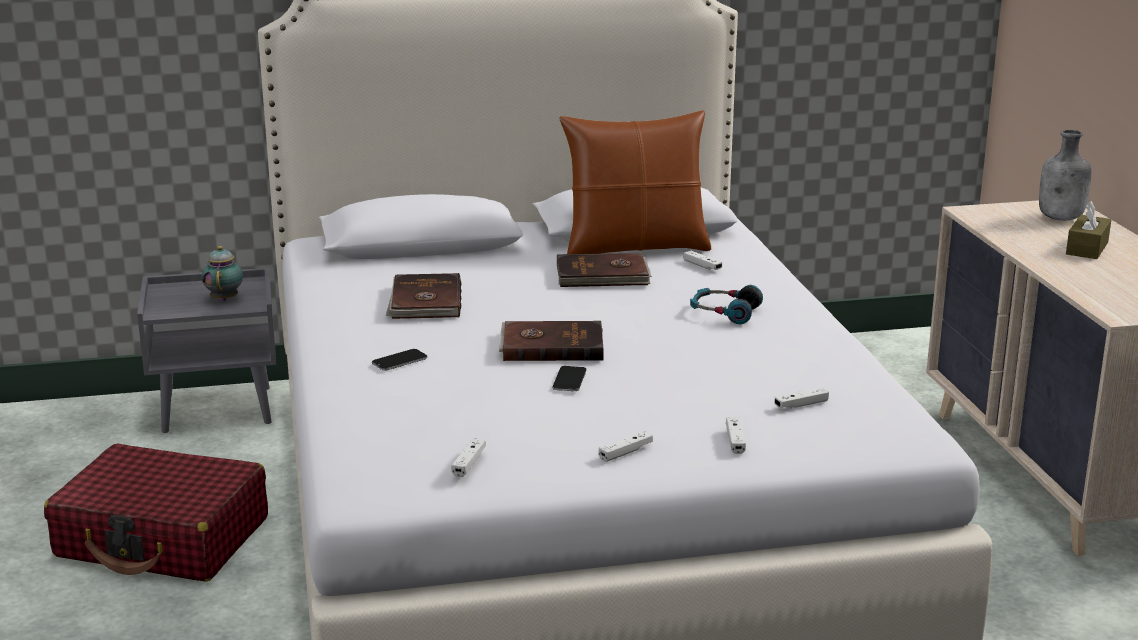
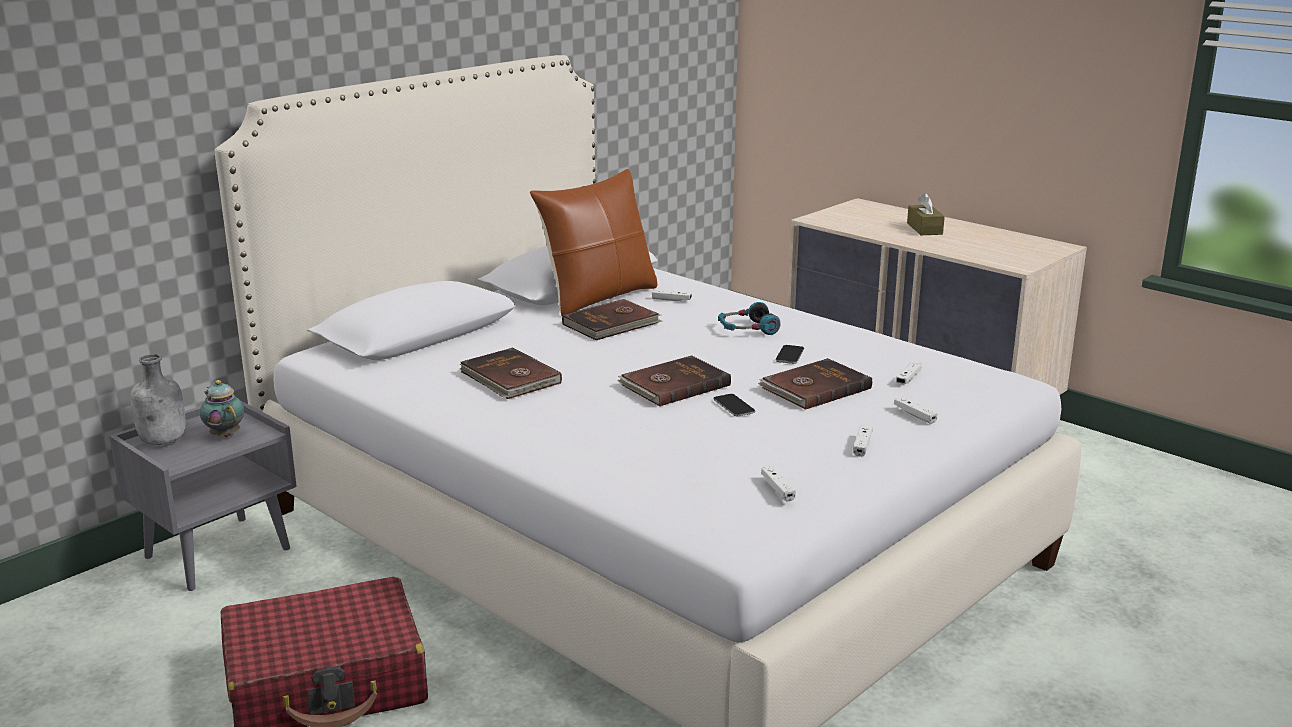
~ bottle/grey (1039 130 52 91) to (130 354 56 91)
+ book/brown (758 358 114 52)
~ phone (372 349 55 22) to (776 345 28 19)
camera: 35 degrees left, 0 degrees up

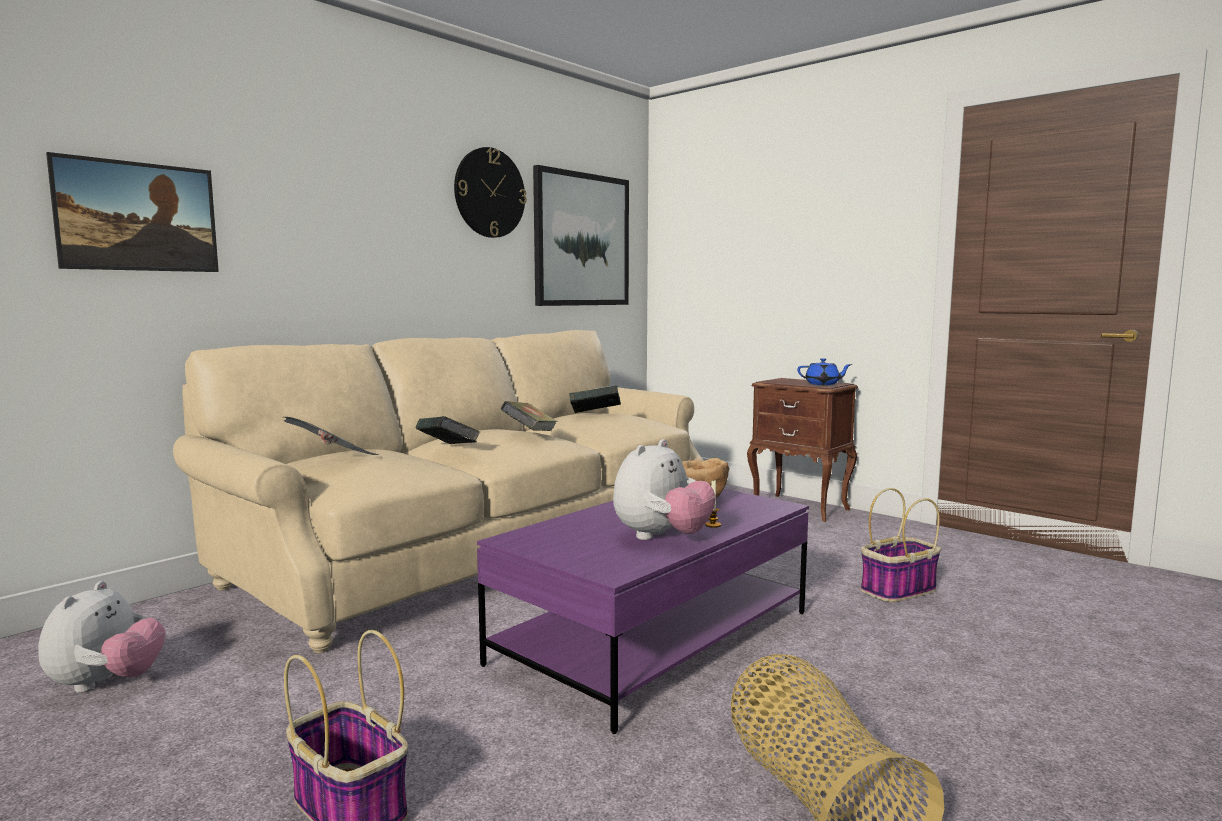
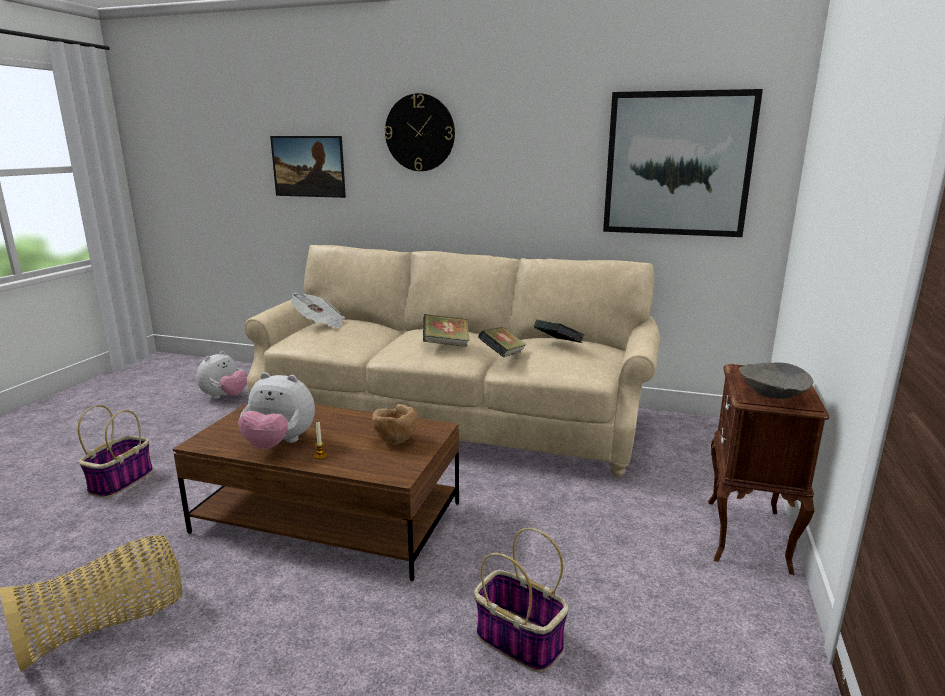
~ coffee table/purple (477 489 332 245) to coffee table/brown (173 402 286 179)
~ plush toy (38 581 127 112) = (197 351 51 48) 45 degrees counterclockwise
~ wall clock (454 147 73 91) to (384 93 71 78)
~ book (415 416 65 28) to (478 327 48 30)
~ teapot/blue (797 358 55 27) to bowl/grey (739 362 74 37)
camera: 65 degrees right, 10 degrees up

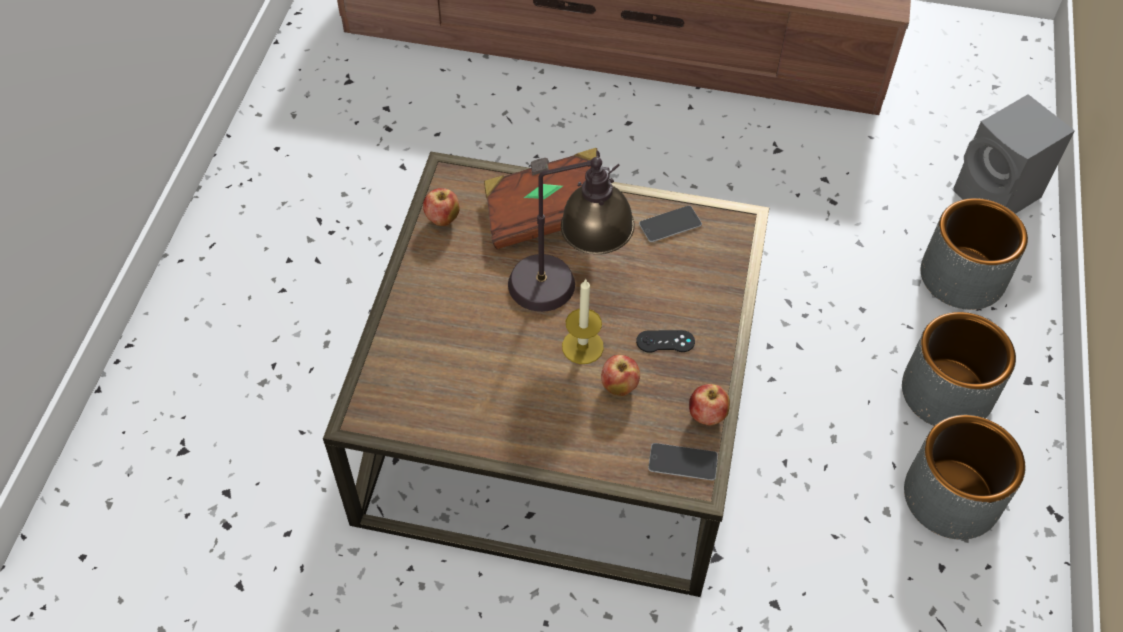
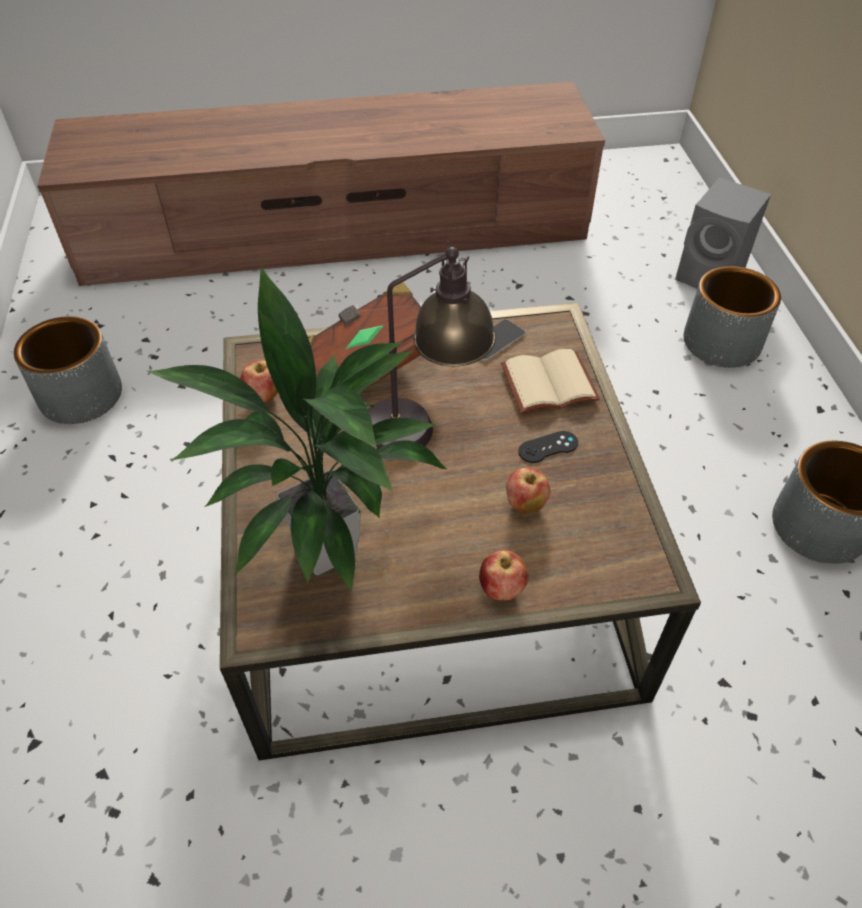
~ planter/grey (902 312 114 114) to (13 316 109 108)
+ potted plant (147 266 301 326)
~ apple (689 384 41 42) to (479 551 49 50)
+ book/beige (501 349 99 64)
- candle (562 278 42 86)
- phone (648 443 70 38)
camera: 20 degrees left, 5 degrees down

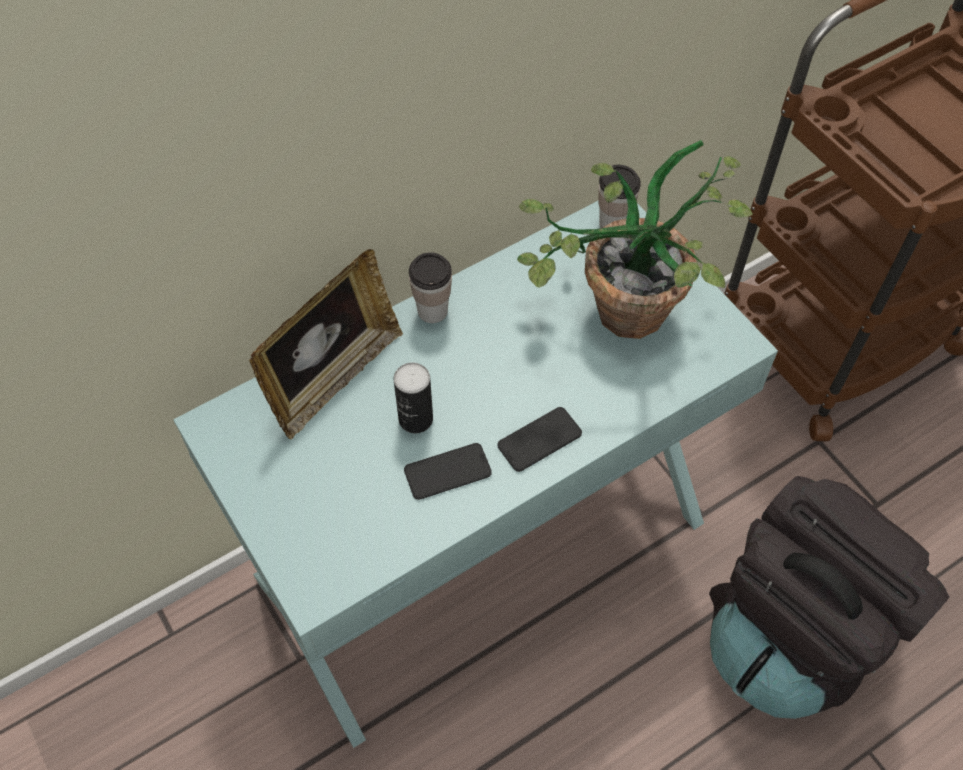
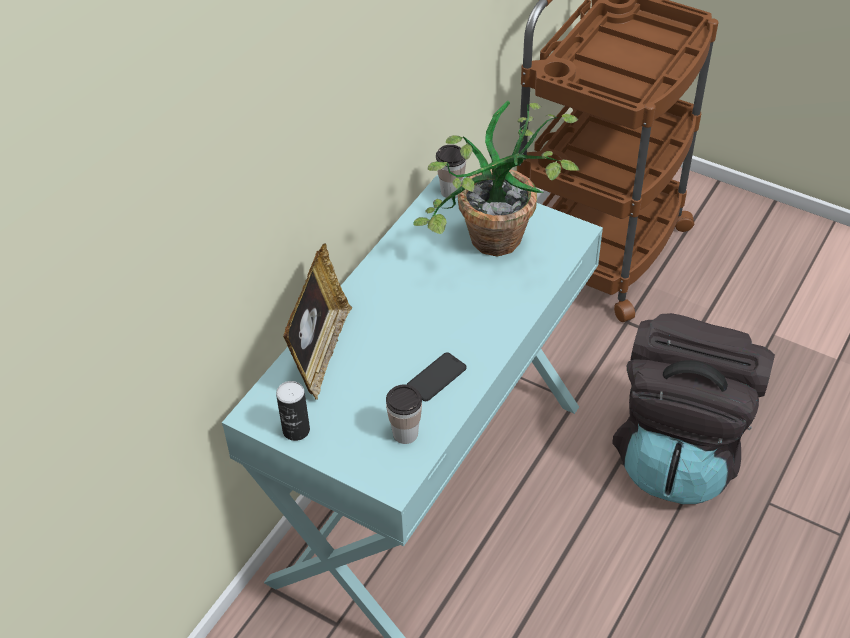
~ can (394 362 39 71) to (276 381 34 60)
~ cup (409 252 43 71) to (386 385 36 59)
- phone (498 407 84 65)
camera: 25 degrees left, 10 degrees down

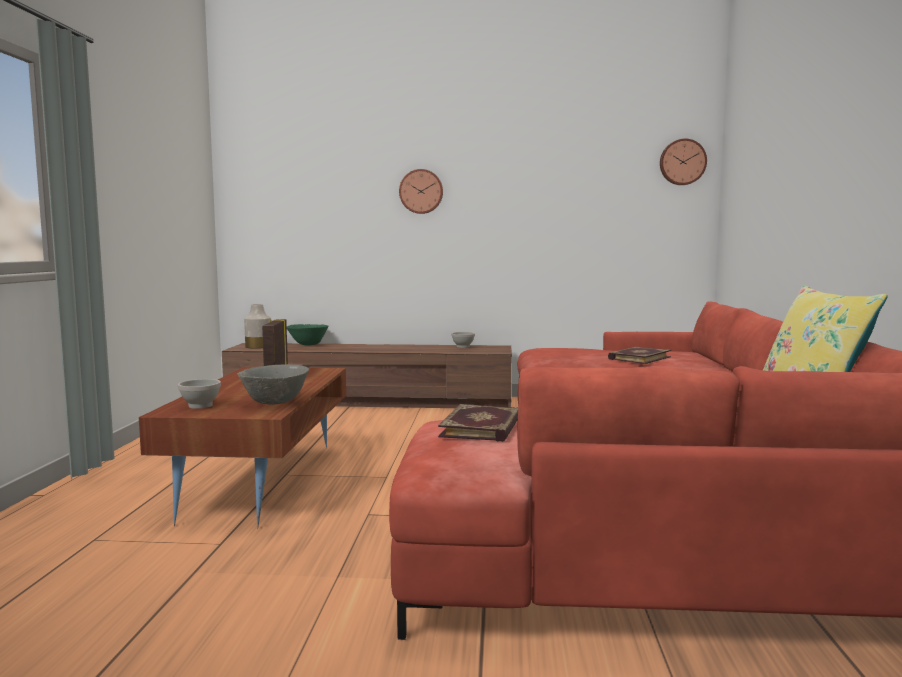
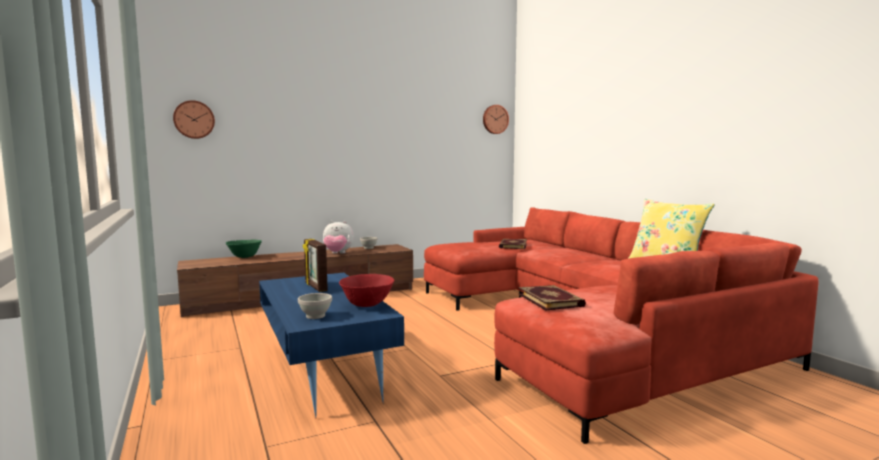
~ wall clock (399 169 44 45) to (173 100 42 39)
~ coffee table/brown (139 367 207 162) to coffee table/blue (259 273 145 145)
+ plush toy (323 221 31 32)
~ bowl/grey (238 365 71 40) to bowl/red (339 274 55 33)
- vase/beige (244 304 27 45)
camera: 30 degrees left, 0 degrees up

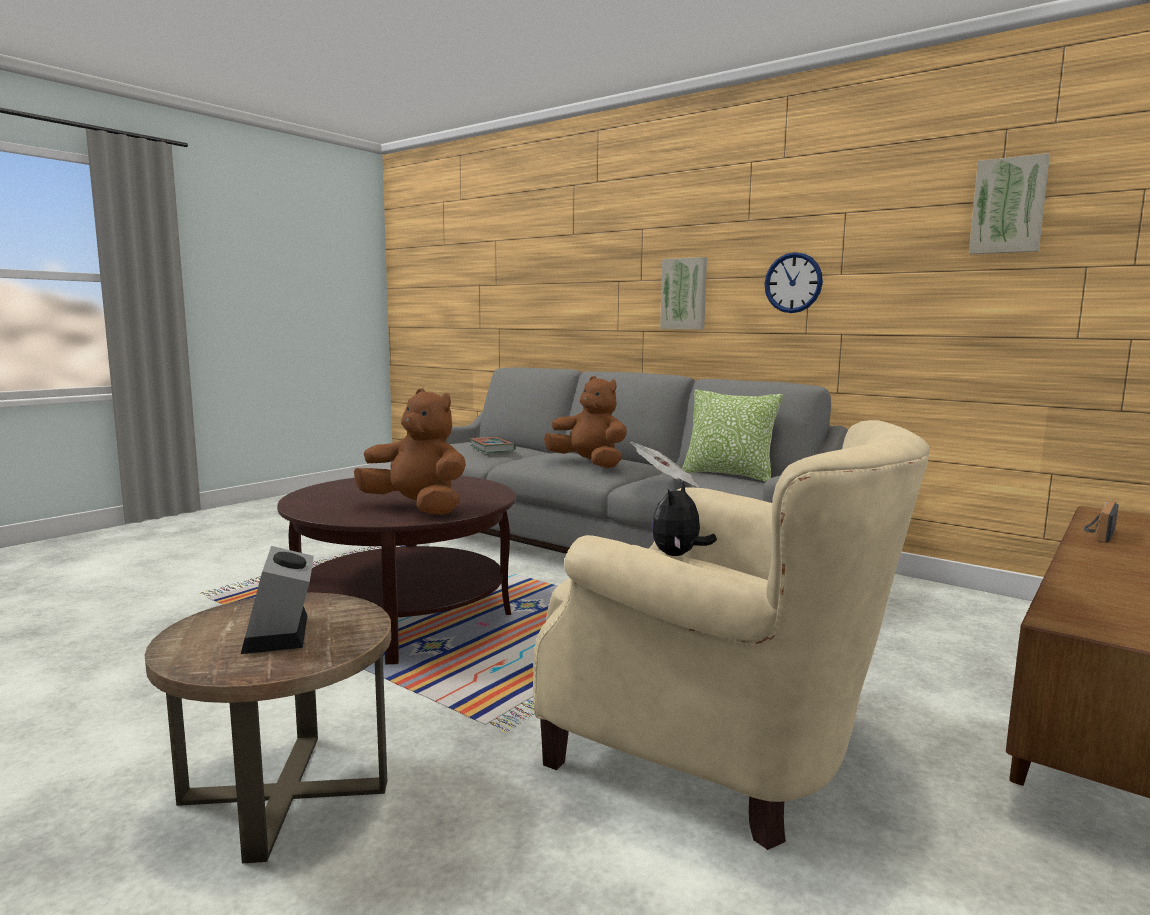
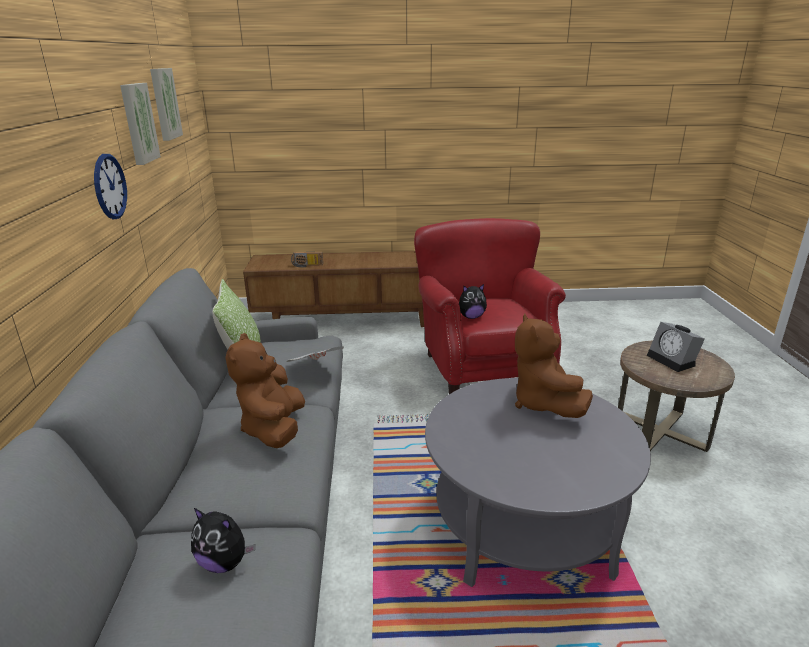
~ picture (660 257 47 73) to (120 83 41 82)
~ book (470 437 46 16) to plush toy (191 508 64 65)
~ armchair/beige (533 420 397 430) to armchair/red (414 218 152 176)
~ coffee table/brown (277 476 239 189) to coffee table/grey (425 378 226 209)
~ alarm clock (241 546 73 108) = (647 322 58 50) 120 degrees clockwise
camera: 130 degrees left, 15 degrees up

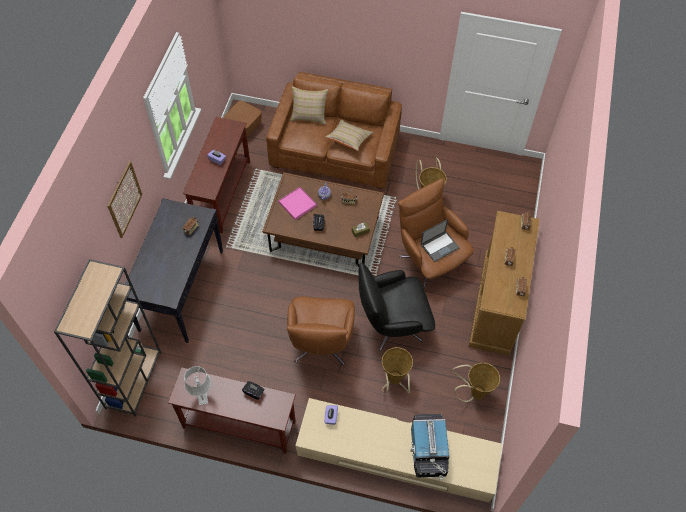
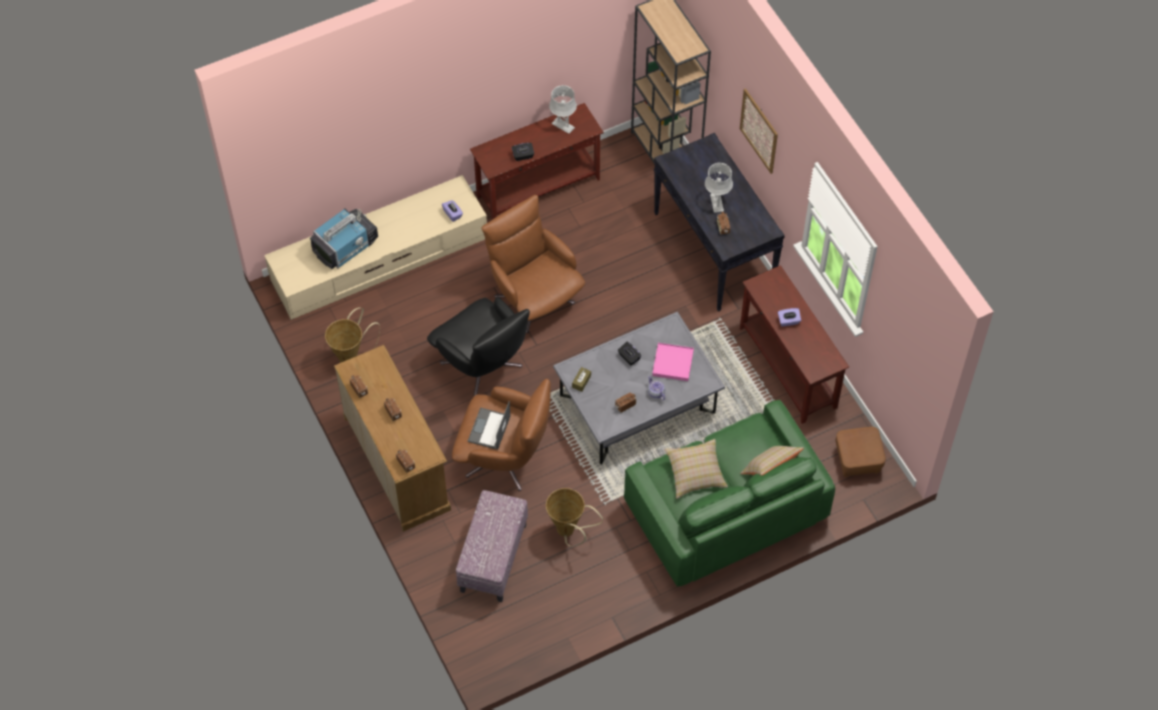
~ television (411 414 39 66) = (310 208 68 61) 90 degrees clockwise
~ armchair/black (359 263 76 88) = (427 297 103 100) 105 degrees clockwise
+ ottoman (456 490 72 112)
~ coffee table/brown (262 172 122 95) to coffee table/grey (553 312 172 152)
~ sofa/brown (266 72 136 117) to sofa/green (624 399 211 188)
+ table lamp/grey (705 163 28 50)
- basket (382 347 31 46)
camera: 140 degrees right, 0 degrees up

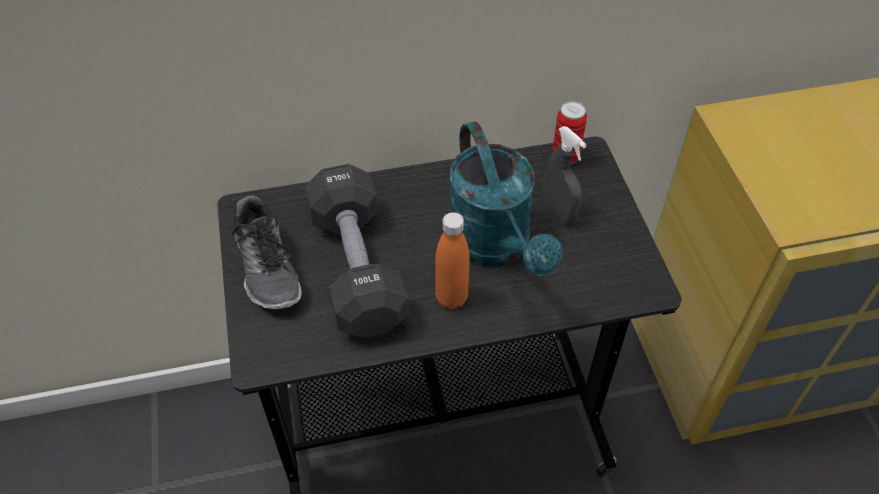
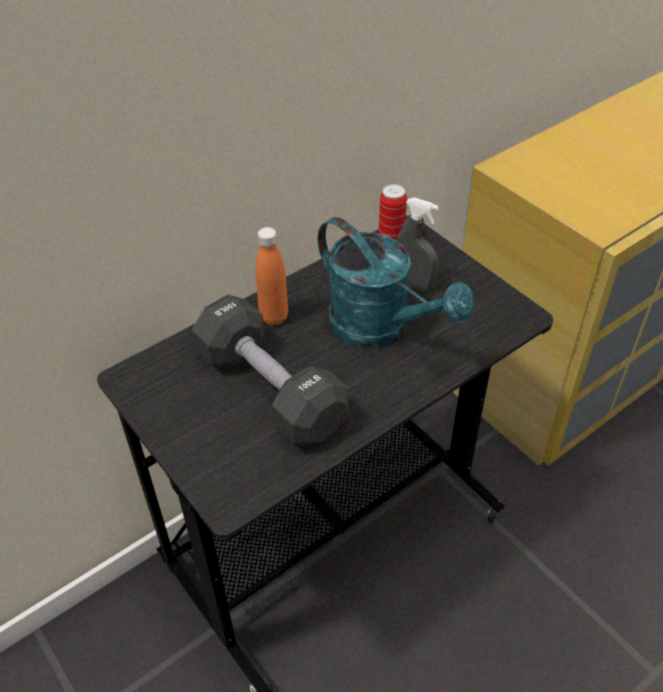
~ bottle/orange (435 212 35 97) to (255 227 33 99)
- shoe (232 195 70 114)
camera: 25 degrees left, 5 degrees down

